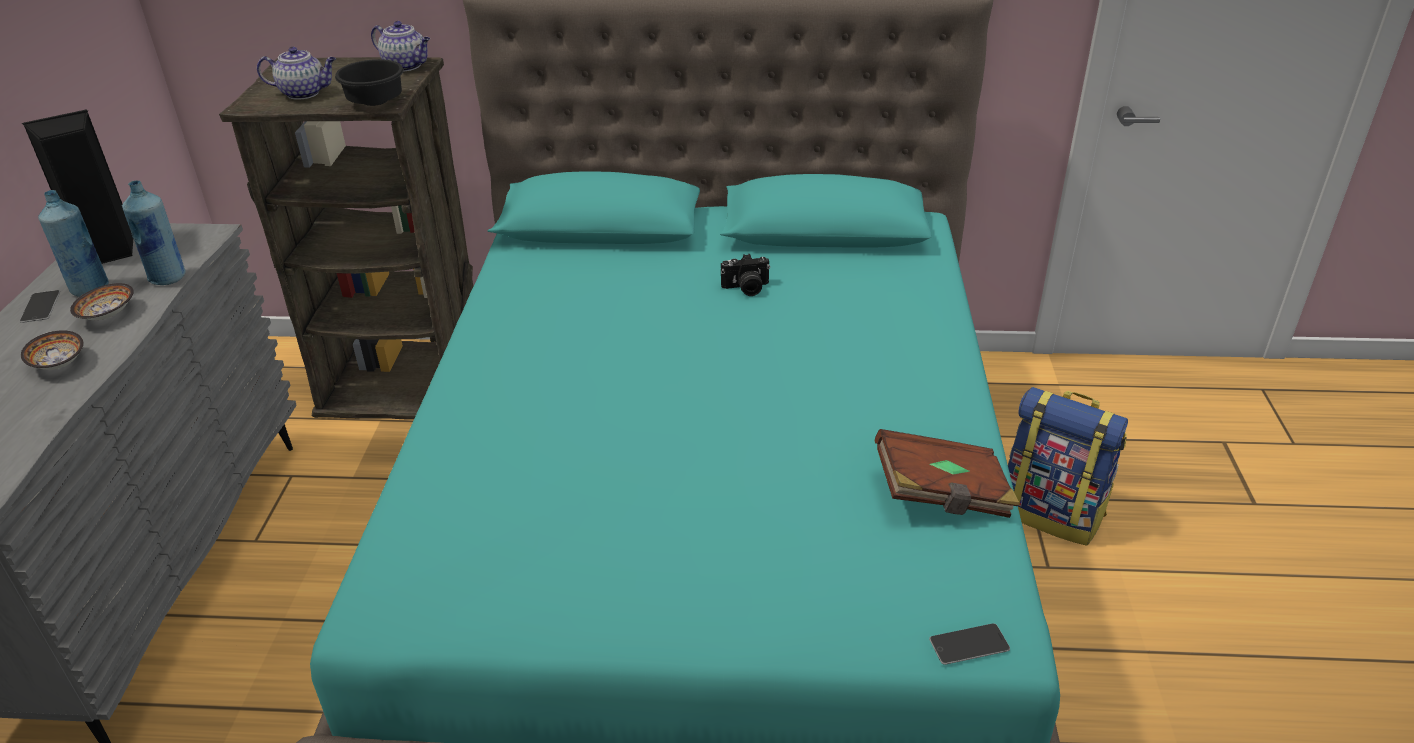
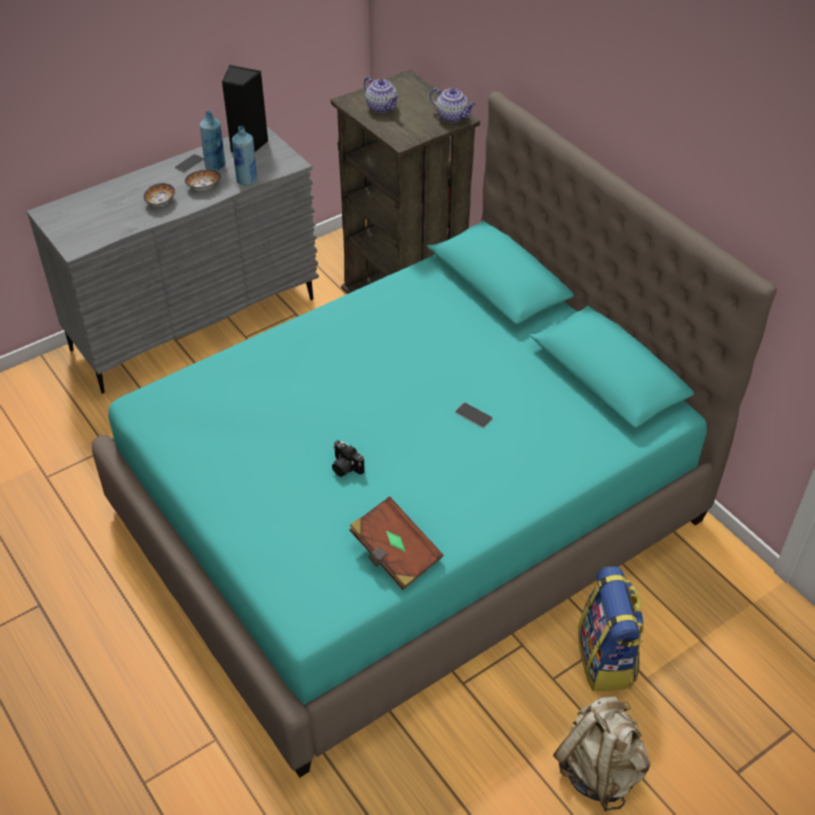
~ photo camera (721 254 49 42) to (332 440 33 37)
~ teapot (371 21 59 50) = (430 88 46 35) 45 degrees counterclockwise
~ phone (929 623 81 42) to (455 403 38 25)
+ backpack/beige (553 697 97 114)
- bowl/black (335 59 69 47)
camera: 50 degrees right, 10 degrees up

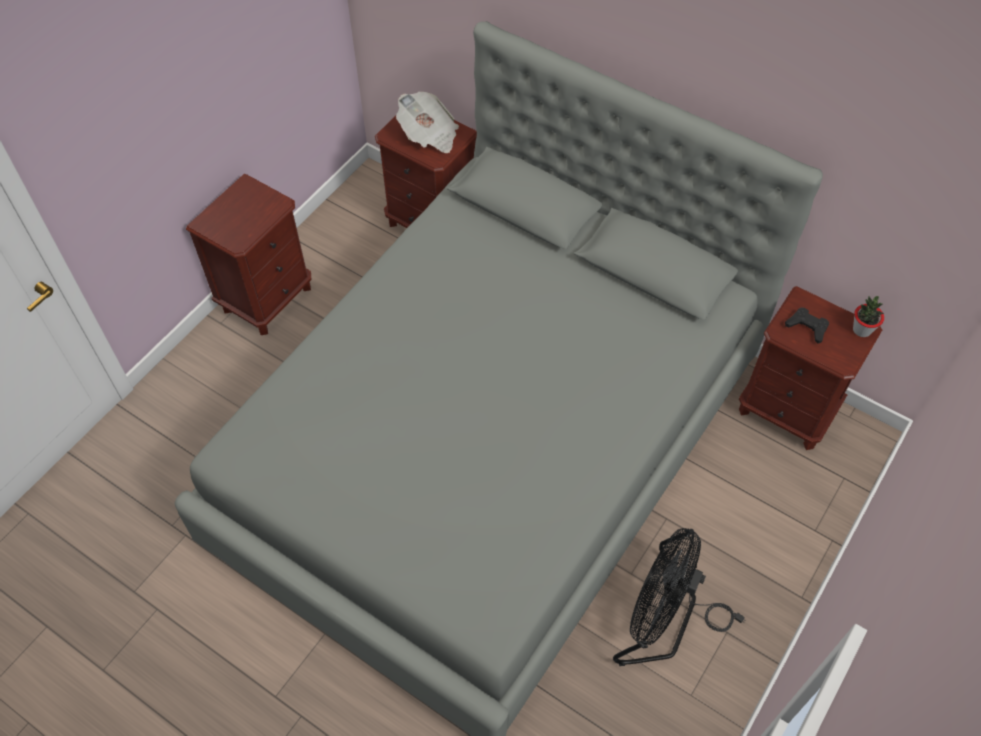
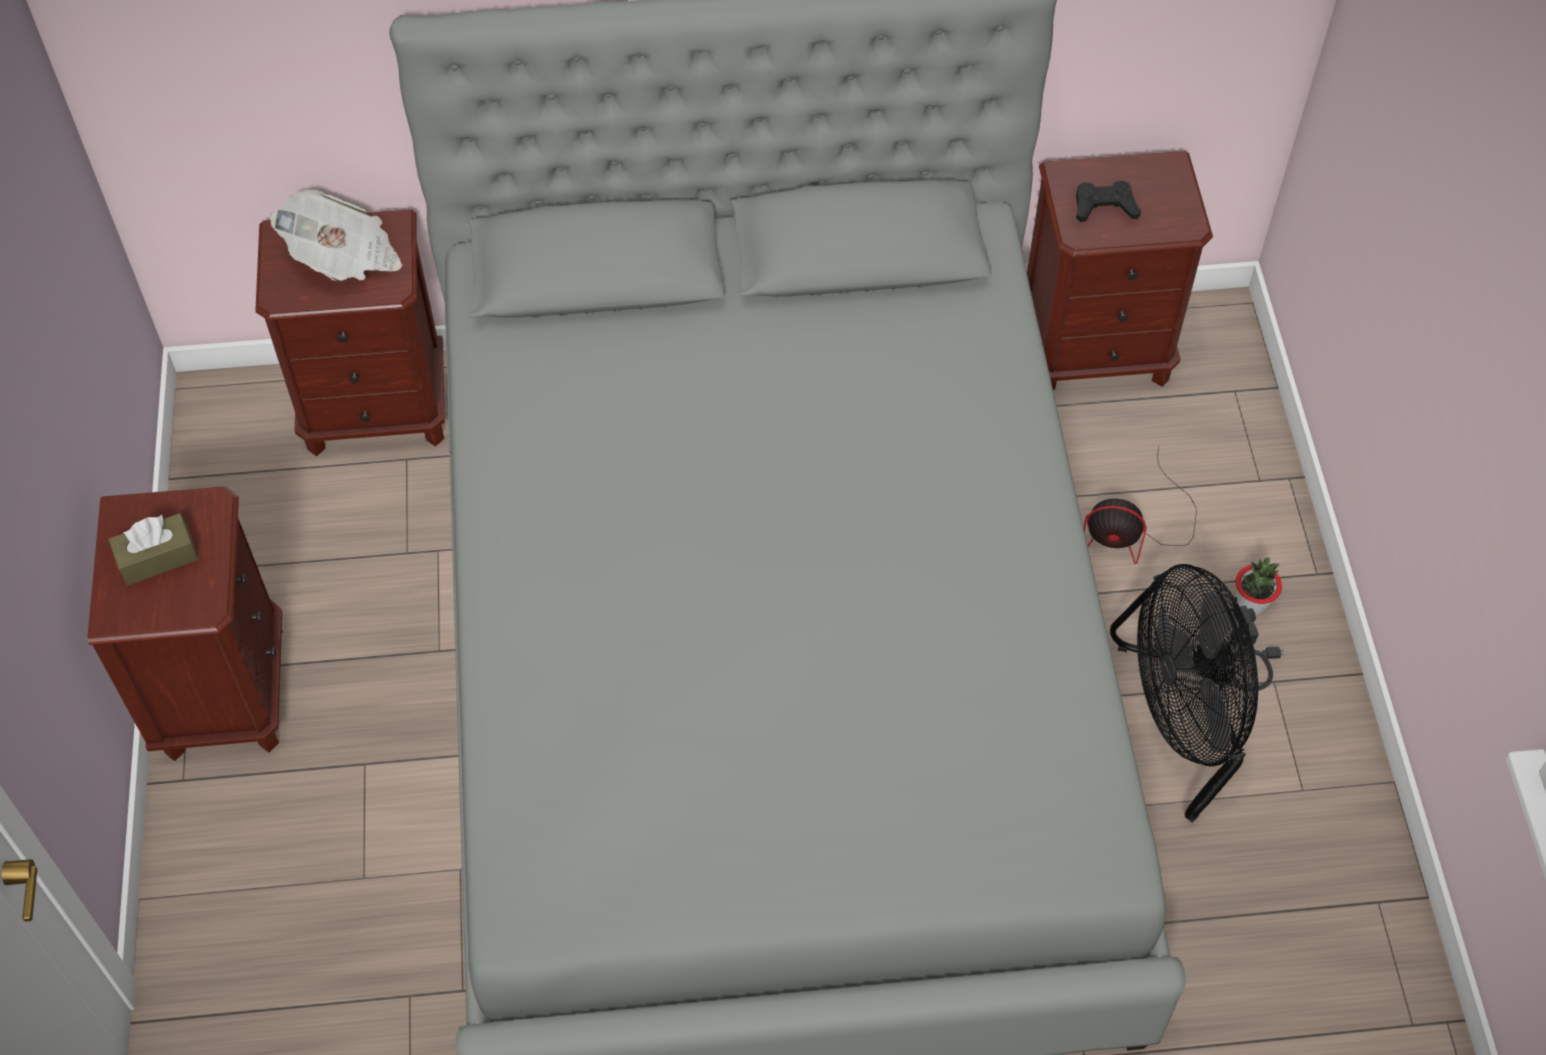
+ tissue box/brown (108 513 90 73)
+ fan (1084 446 113 118)
~ potted plant (853 296 31 41) to (1236 557 46 59)
camera: 40 degrees left, 0 degrees up

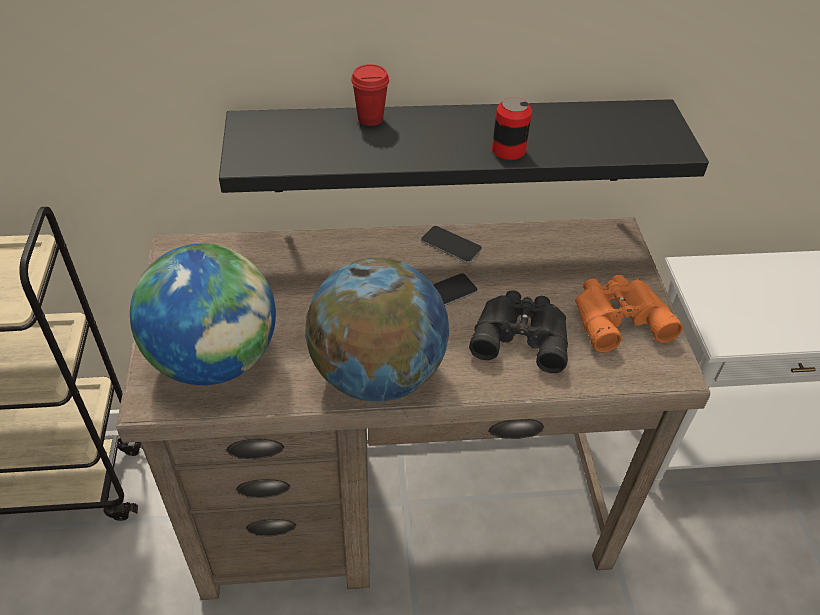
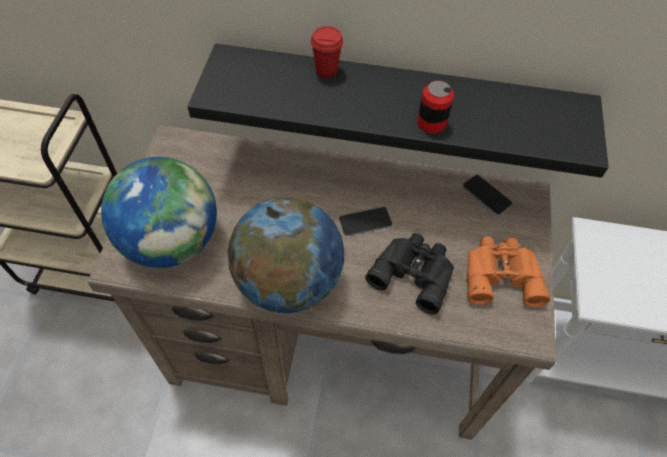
~ phone (421 226 61 37) to (463 175 49 40)
camera: 15 degrees right, 10 degrees up

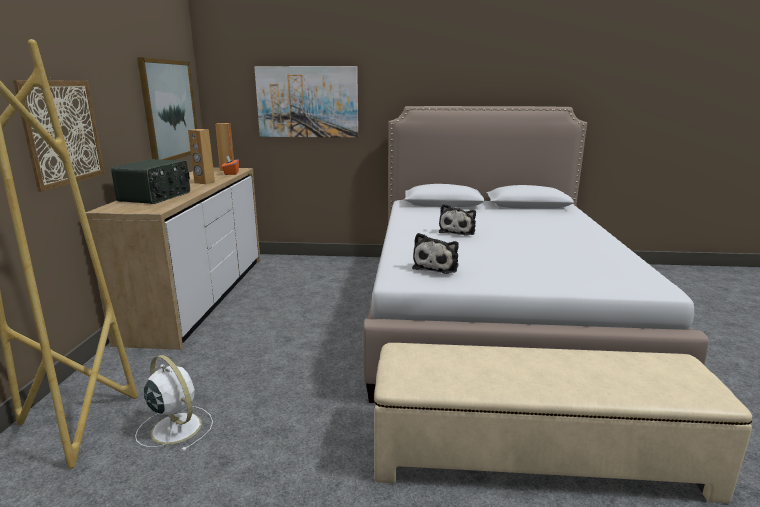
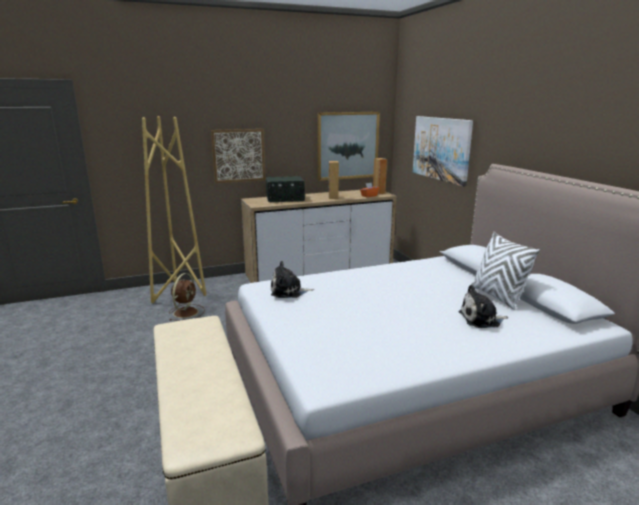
~ fan/white (135 355 78 96) to fan/brown (169 273 36 48)
~ plush toy (439 204 37 32) to (459 285 49 43)
+ pillow/white (471 231 69 79)
camera: 65 degrees right, 0 degrees up

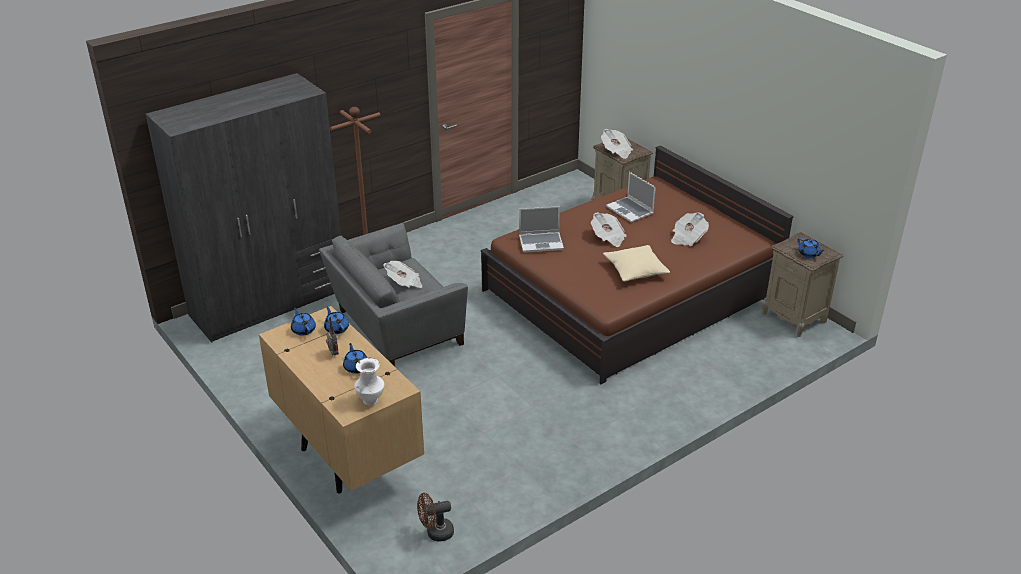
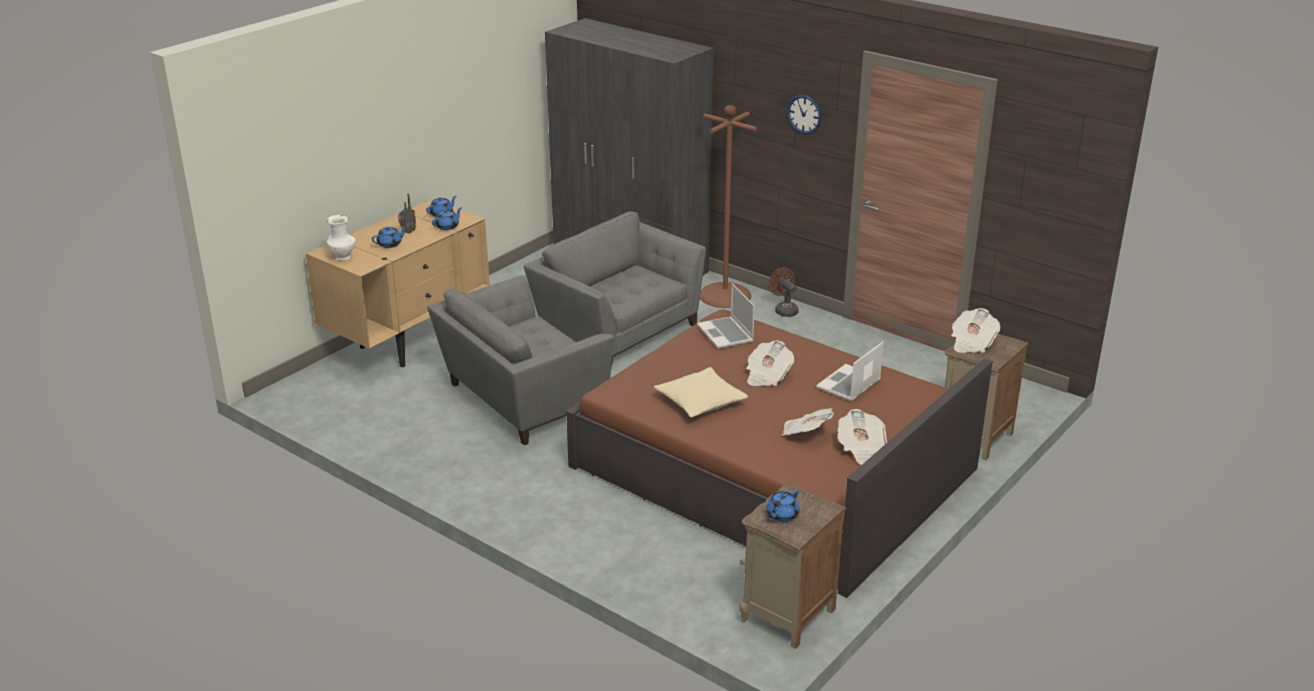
+ armchair/grey (427 275 187 170)
~ fan/brown (417 493 37 49) to (769 267 30 50)
+ wall clock (787 95 35 39)
~ newspaper (383 261 39 27) to (837 409 50 56)
camera: 75 degrees right, 5 degrees down

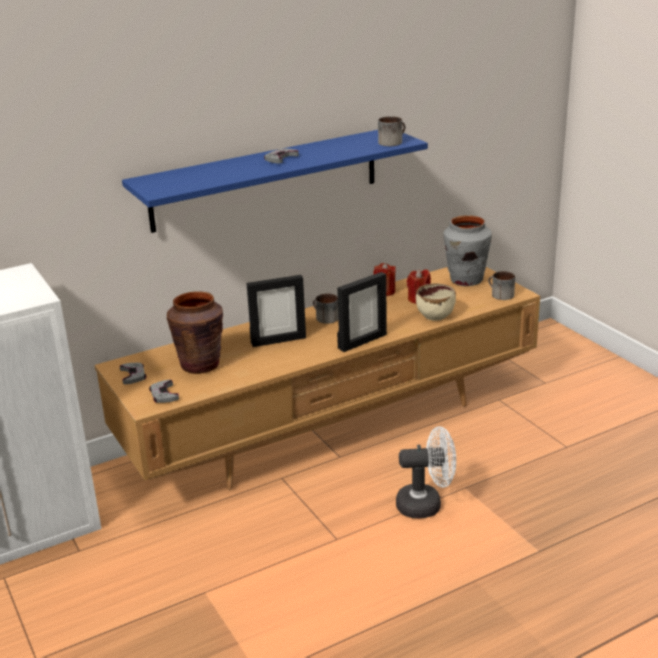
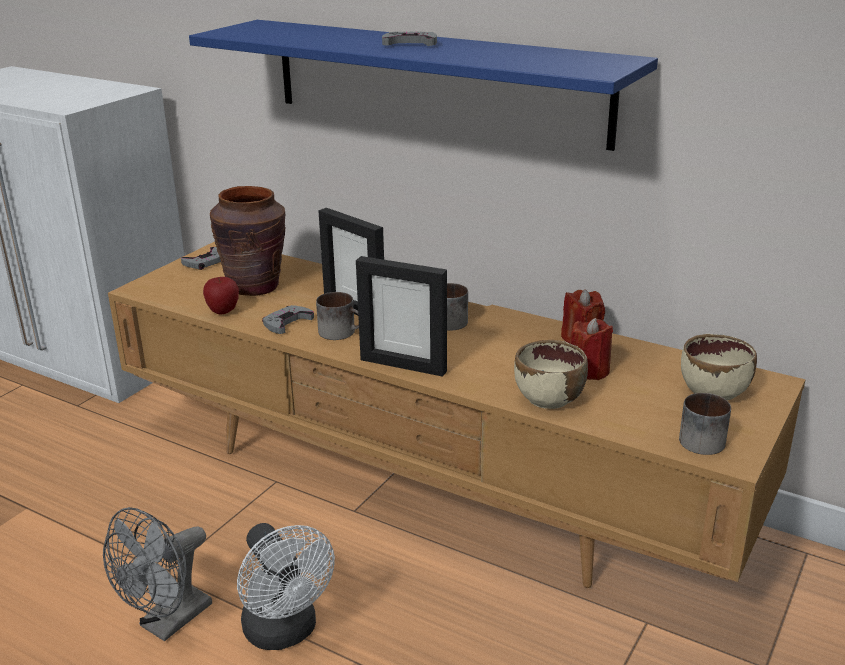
+ fan/grey (103 507 109 134)
+ apple (203 277 36 37)
~ game controller/grey (149 380 30 23) to (262 305 52 29)
~ mug (378 116 27 30) to (316 292 43 48)
~ vase/grey (443 215 49 71) to bowl/beige (681 334 76 67)
camera: 60 degrees right, 0 degrees up

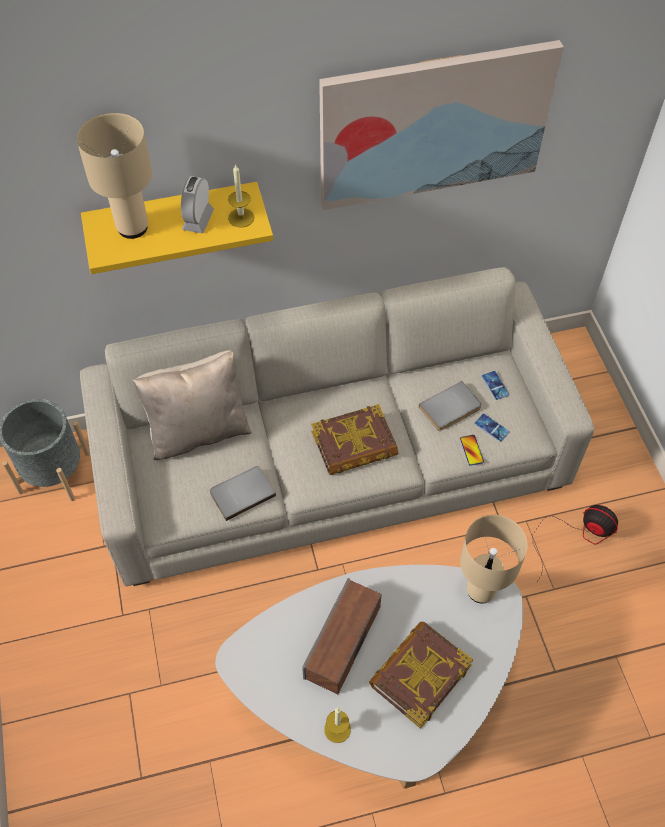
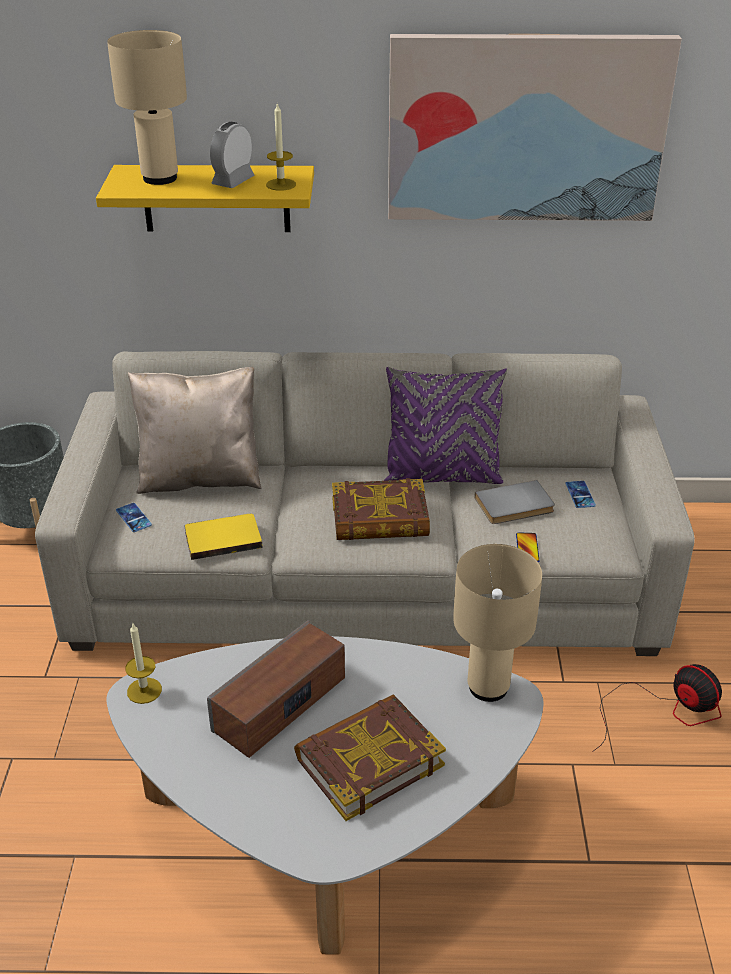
~ phone (474 414 36 28) to (116 503 36 29)
~ candle (324 707 27 36) to (125 622 37 82)
~ book/grey (210 466 66 55) to book/yellow (184 514 79 46)
+ pillow/purple (384 367 123 117)
camera: 15 degrees right, 20 degrees down

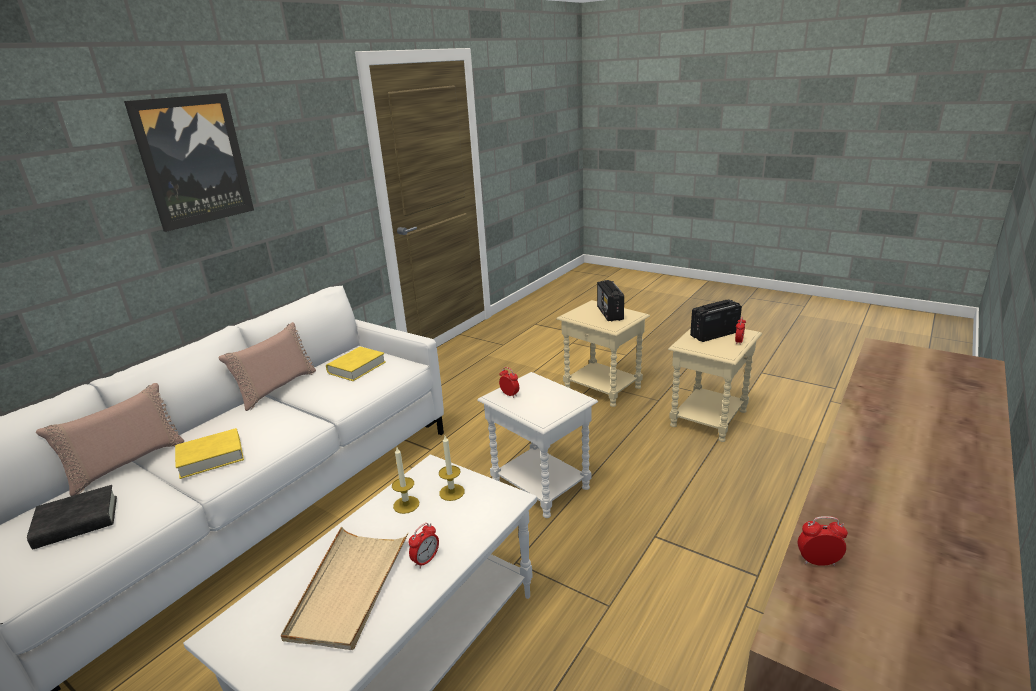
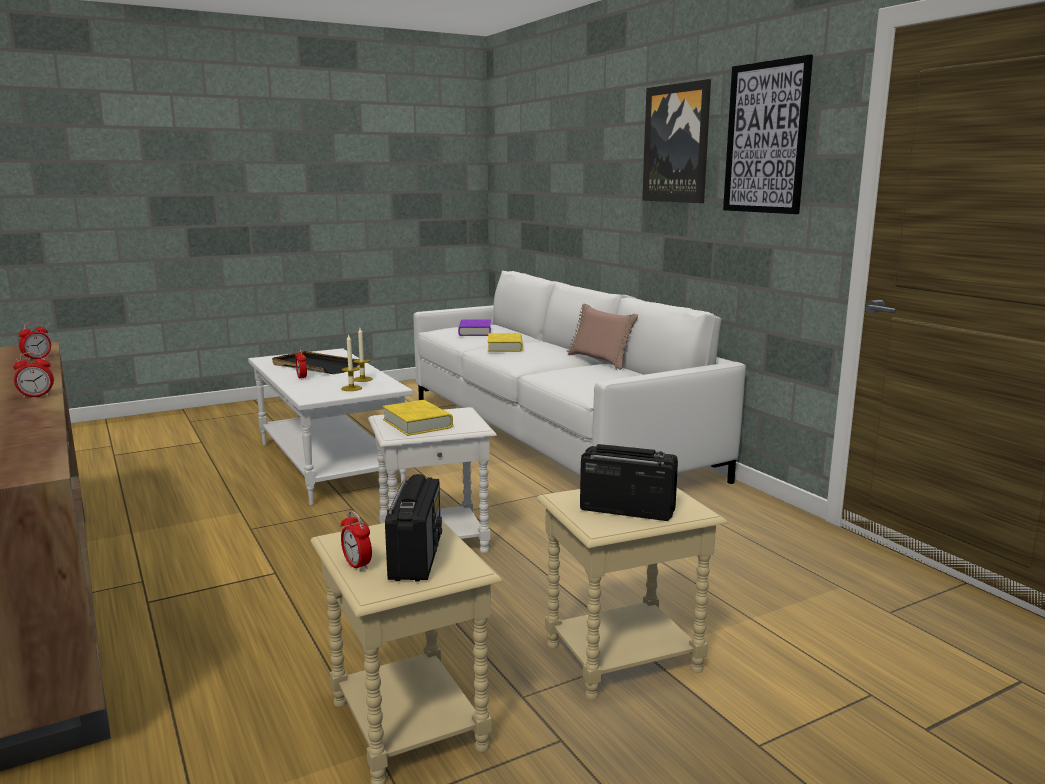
~ alarm clock (499 367 20 31) to (13 352 41 46)
~ tray/beige (281 527 127 123) to tray/black (272 351 87 23)
~ book/yellow (326 347 60 34) to (382 400 71 36)
~ book/black (27 485 90 64) to book/purple (458 319 33 17)
+ picture (723 54 90 160)
- pillow/beige (36 383 148 113)
camera: 115 degrees right, 10 degrees down

